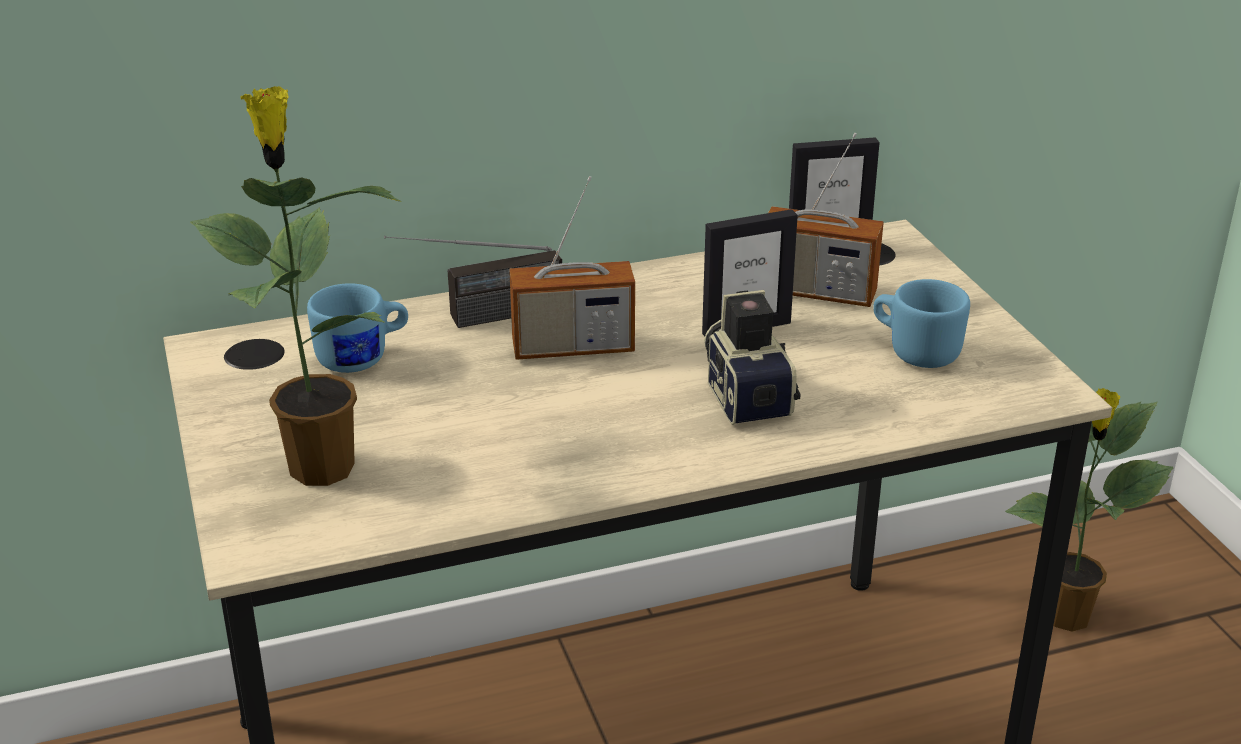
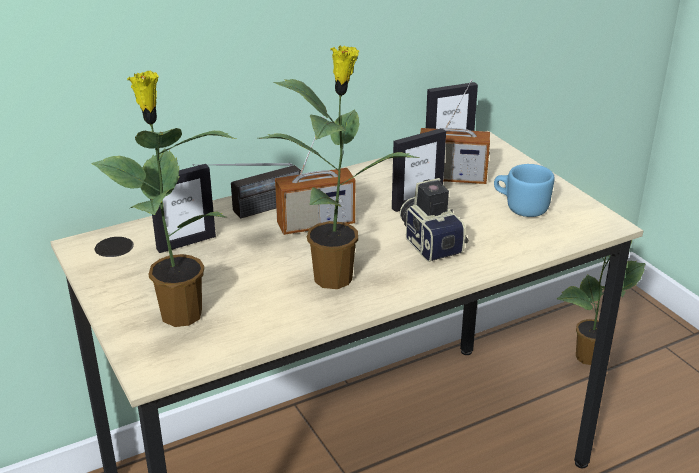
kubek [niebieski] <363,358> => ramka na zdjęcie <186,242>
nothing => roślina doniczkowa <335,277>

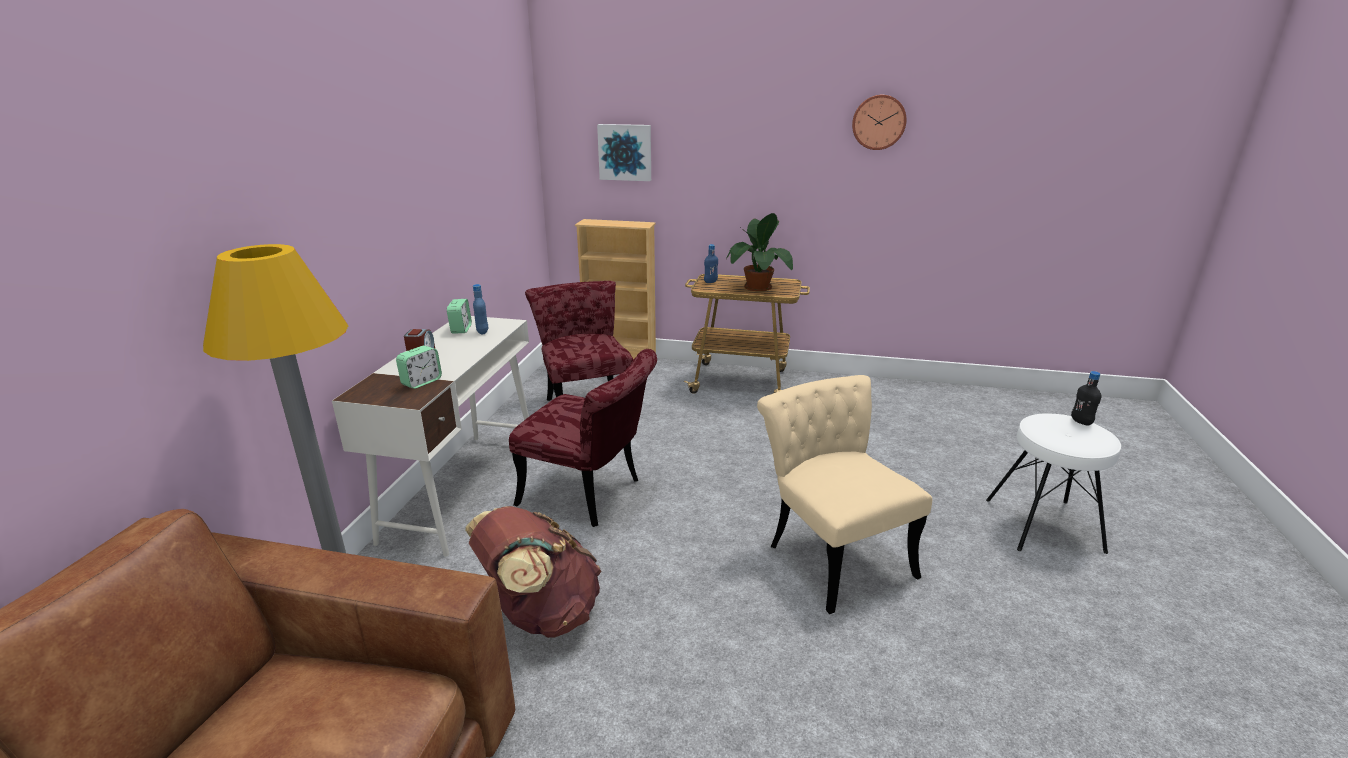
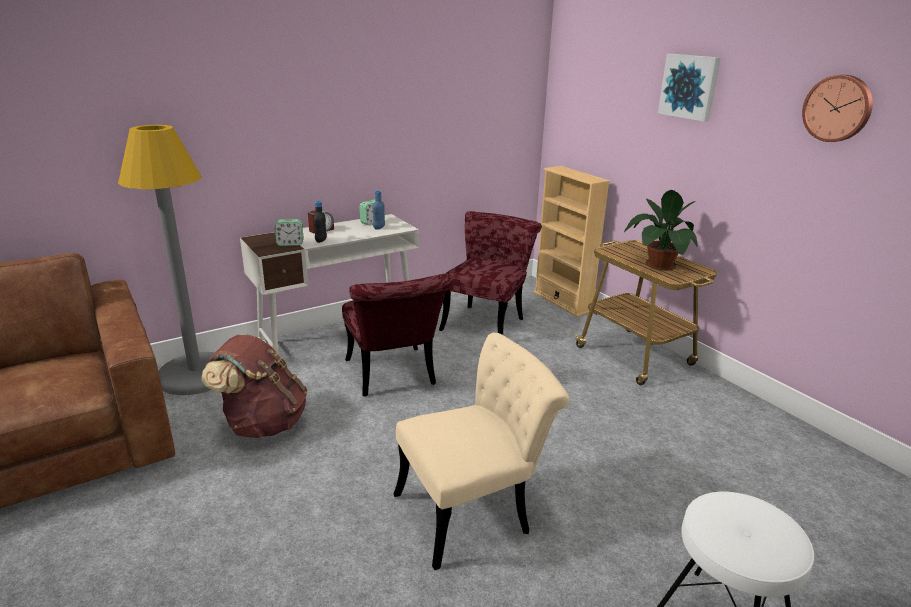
obraz <625,152> => obraz <690,86>, moved
butelka [niebieski] <710,282> => nothing
krzesło [beżowy] <831,553> => krzesło [beżowy] <474,510>, 45 degrees clockwise
butelka [czarny] <1081,422> => butelka [czarny] <321,240>, moved

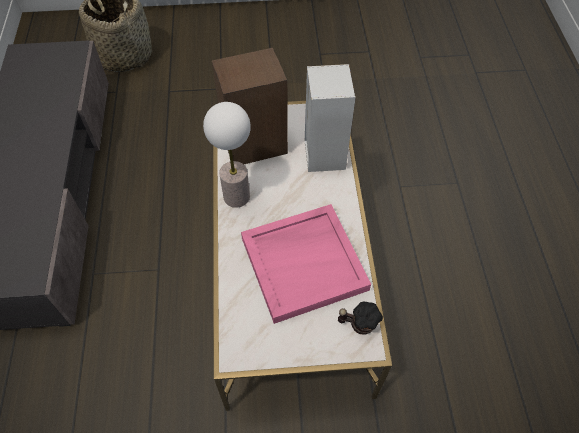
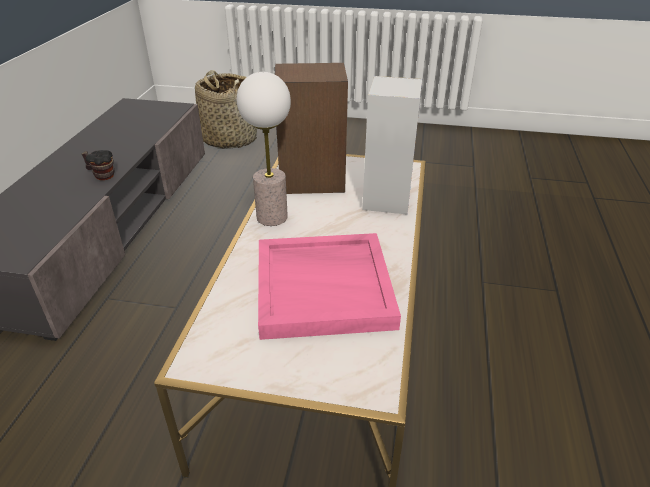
kubek <358,324> => kubek <102,175>, moved

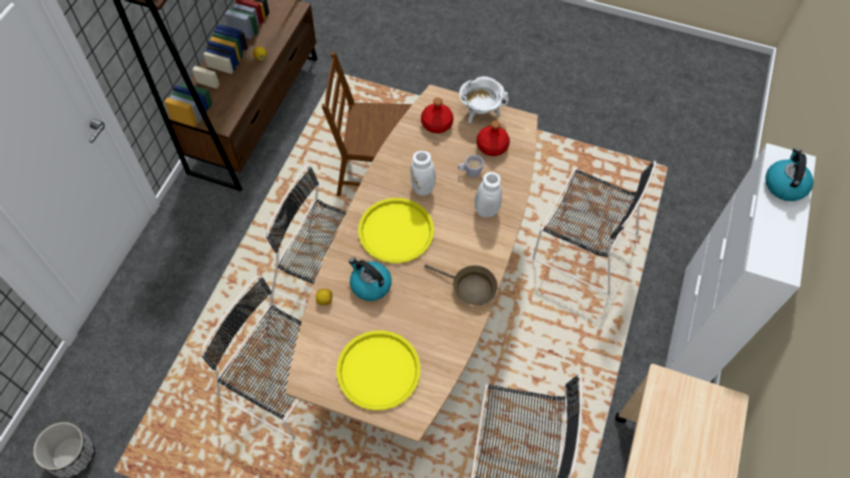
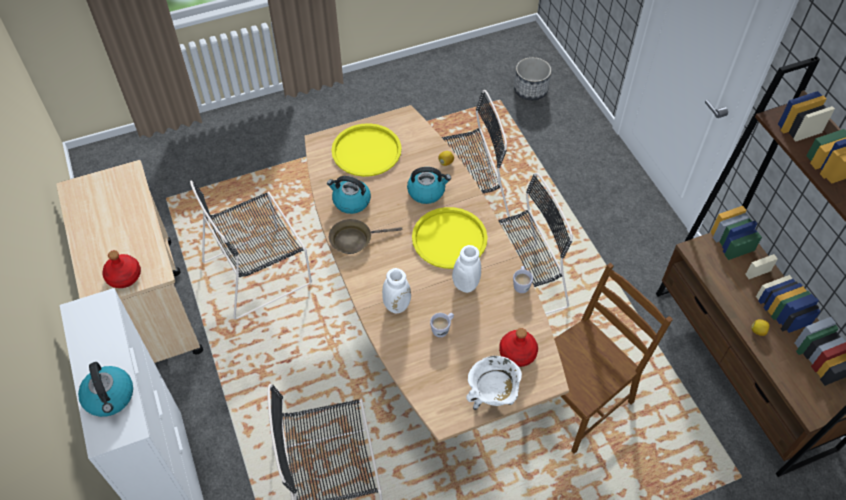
butelka [czerwony] <491,146> => butelka [czerwony] <124,276>, moved
nothing => czajnik <351,201>
nothing => kubek [biały] <521,284>

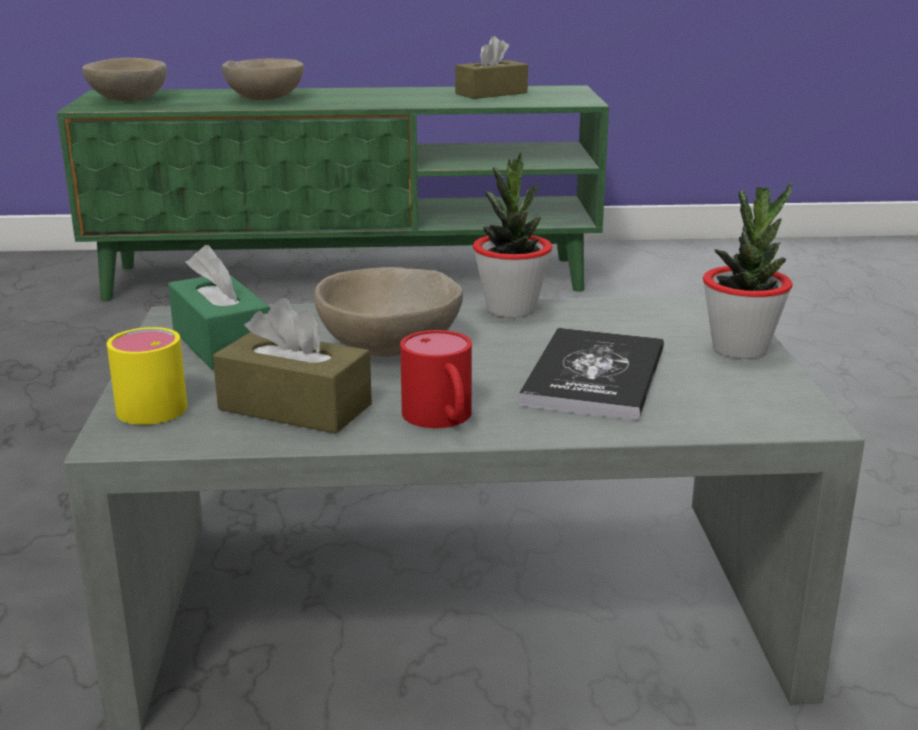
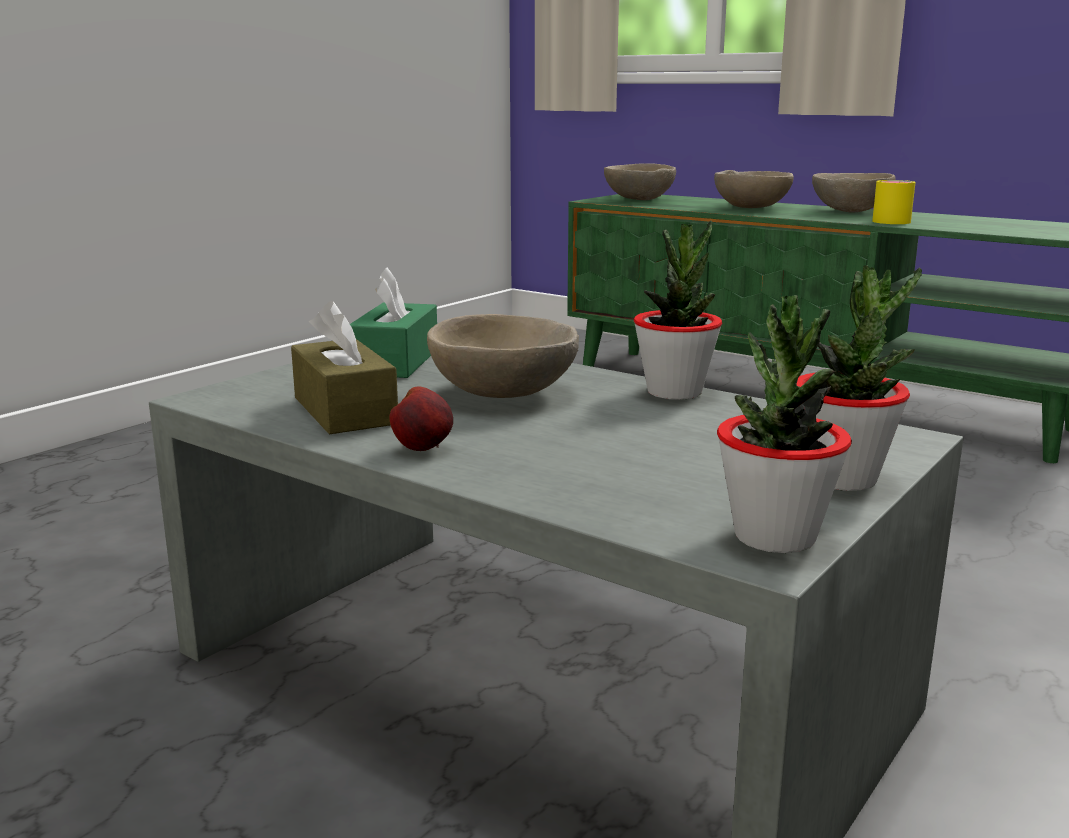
kubek [żółty] <144,403> => kubek [żółty] <888,220>, moved
kubek [czerwony] <442,419> => jabłko <423,448>
pudełko chusteczek [brązowy] <491,93> => nothing
książka <595,376> => nothing
nothing => roślina doniczkowa <775,537>
nothing => miska [beżowy] <849,211>

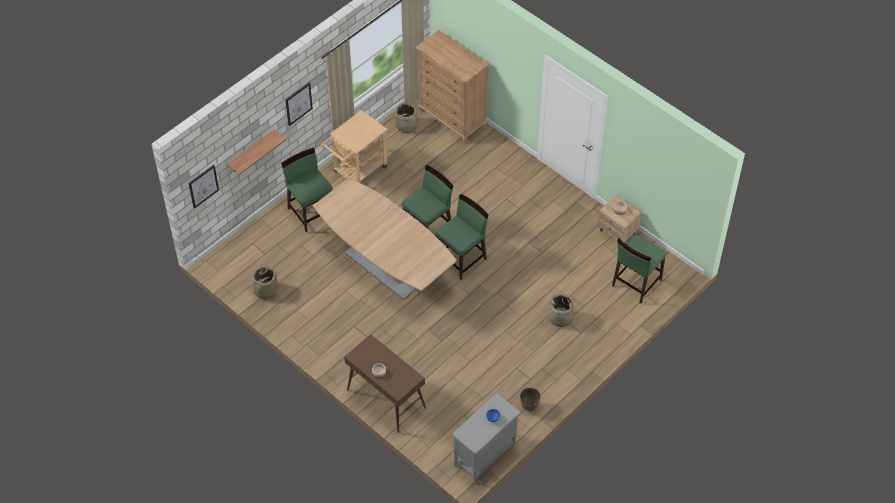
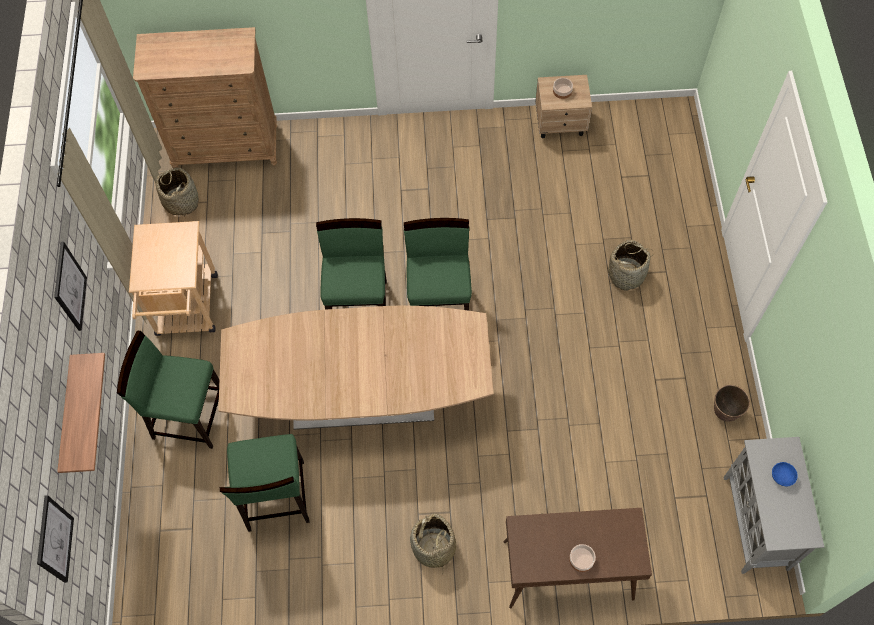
koszyk <265,290> => koszyk <433,548>, moved
krzesło [zielony] <636,283> => krzesło [zielony] <275,497>, moved

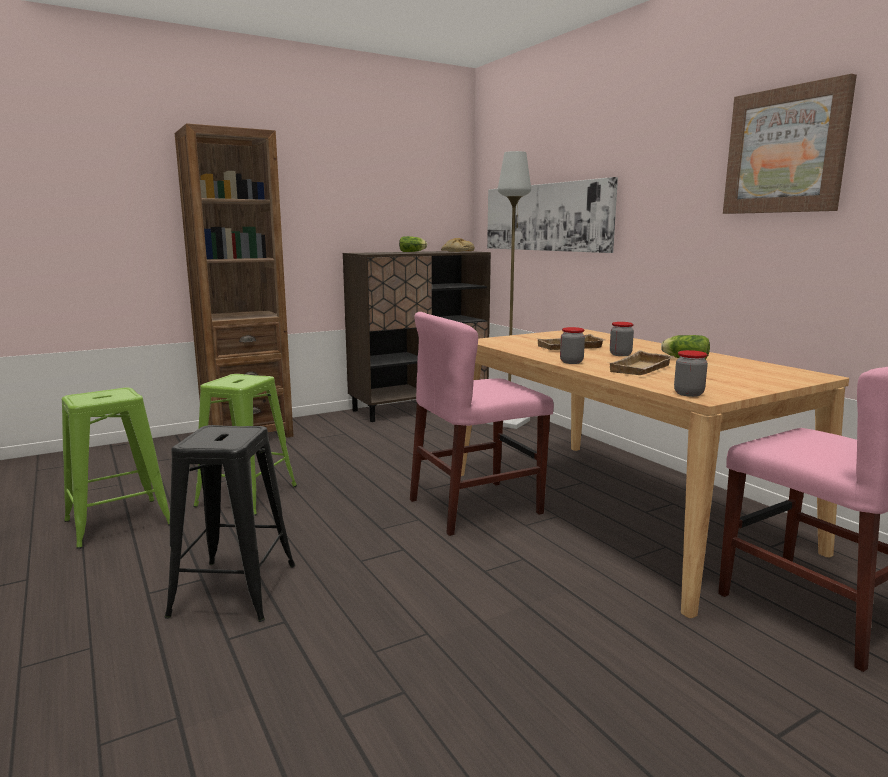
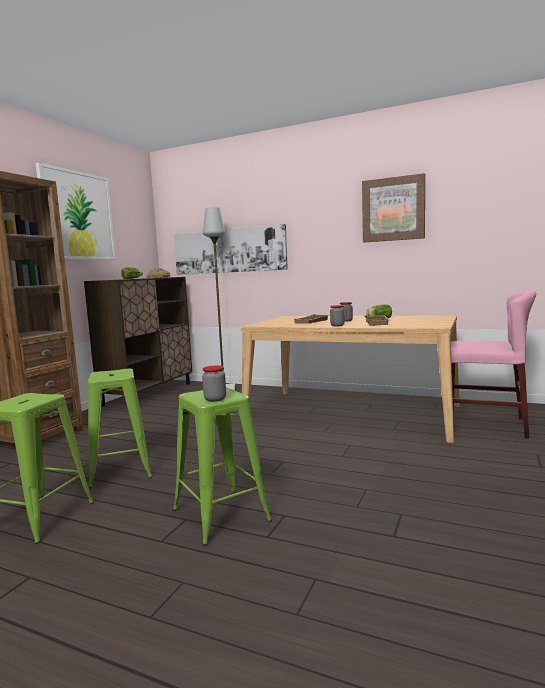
stołek [czarny] <234,590> => stołek [zielony] <221,515>
krzesło [różowy] <475,506> => nothing
słoik <688,394> => słoik <215,399>, moved
nothing => obraz <77,216>

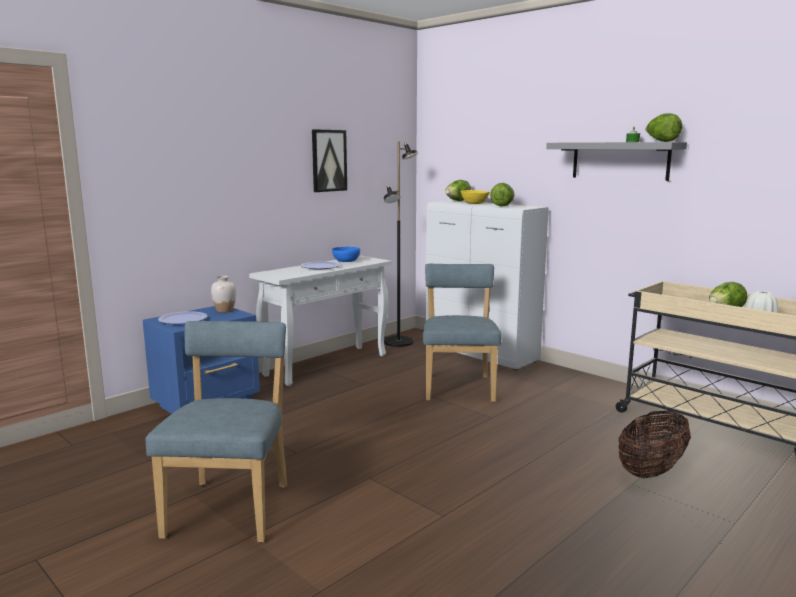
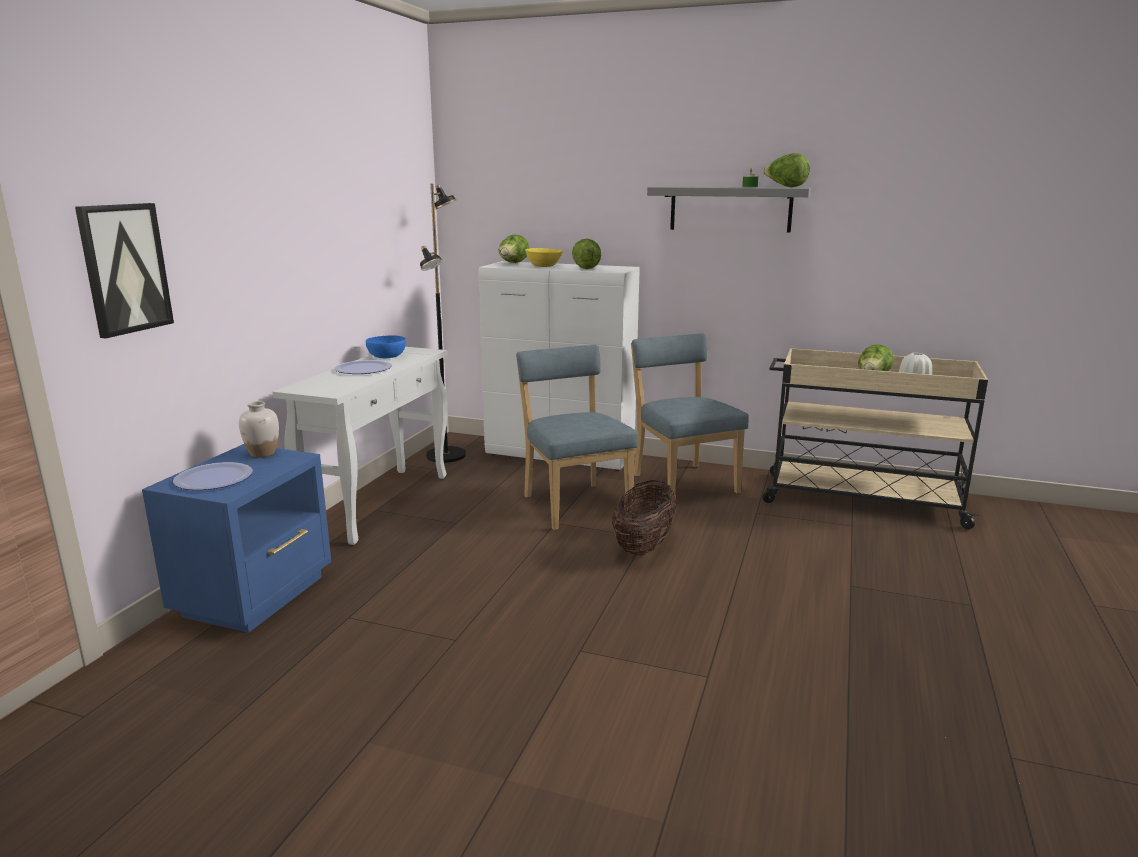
krzesło [niebieski] <231,507> => krzesło [niebieski] <682,482>, moved
obraz <328,160> => obraz <125,268>, moved
koszyk <651,471> => koszyk <644,545>, moved

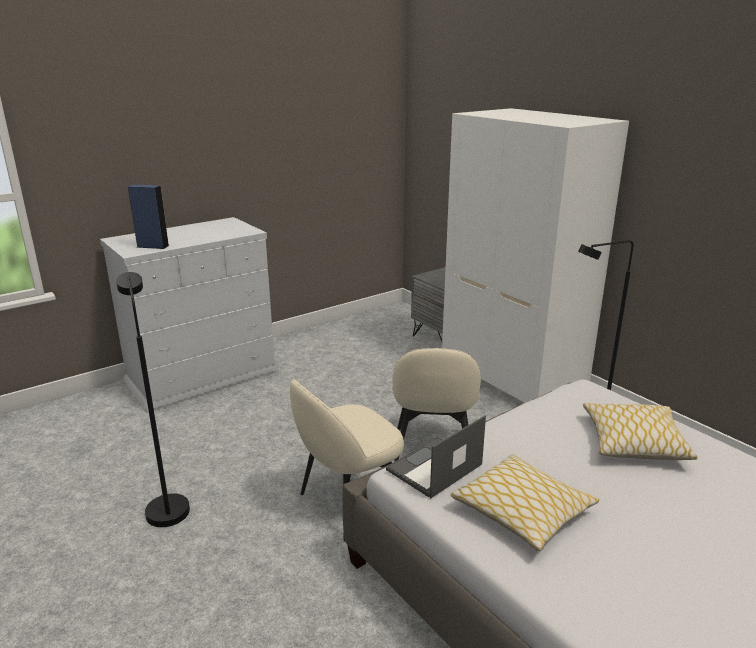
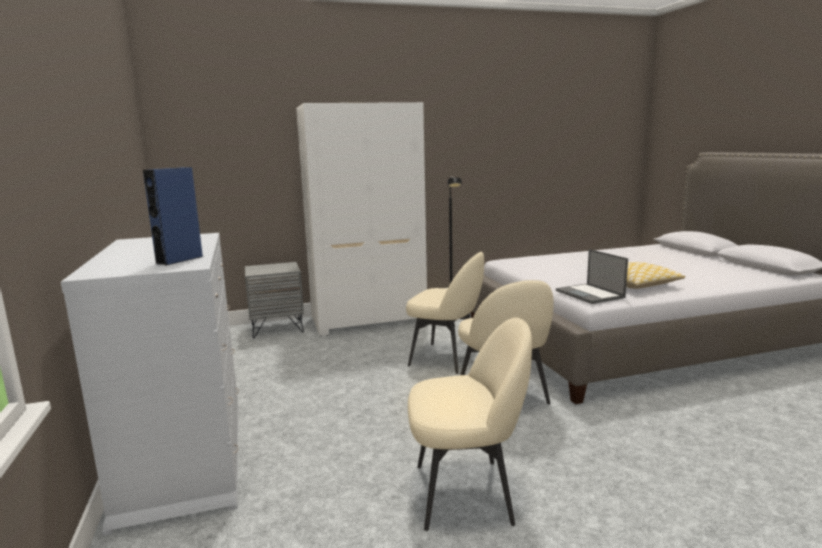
lampa stojąca [czarny] <166,505> => krzesło [beżowy] <466,493>
poduszka <633,442> => nothing

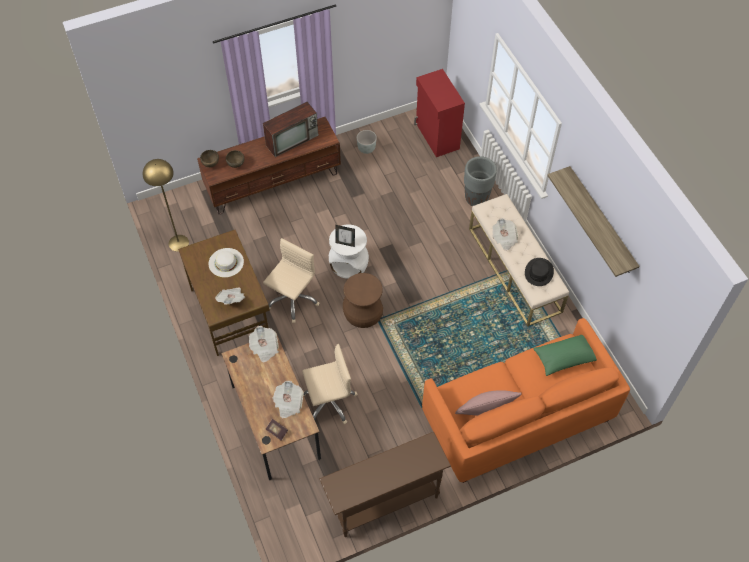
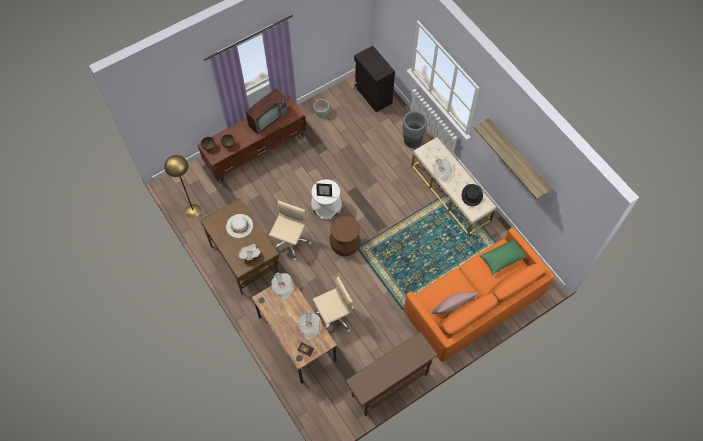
szafka [czerwony] <436,136> => szafka [czarny] <373,95>

